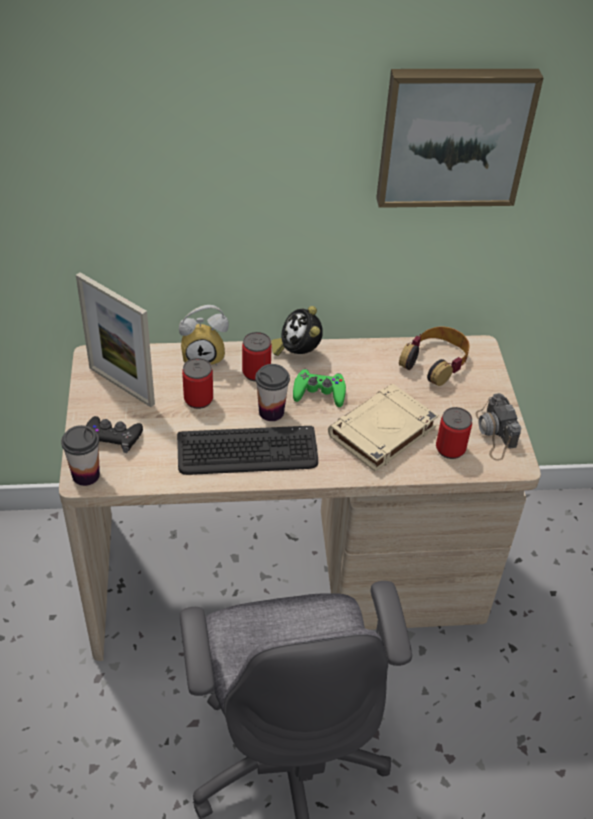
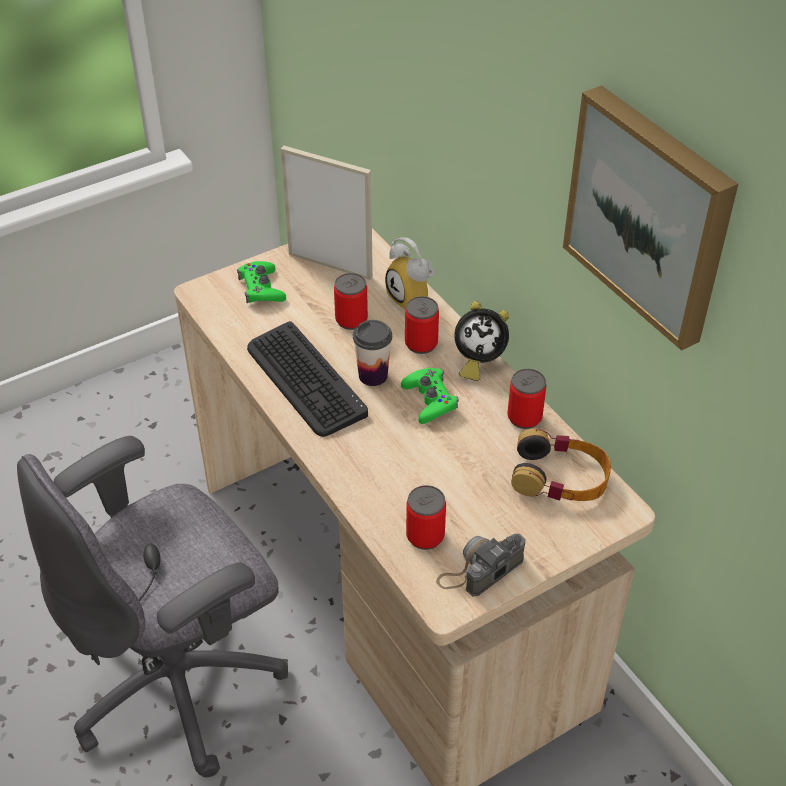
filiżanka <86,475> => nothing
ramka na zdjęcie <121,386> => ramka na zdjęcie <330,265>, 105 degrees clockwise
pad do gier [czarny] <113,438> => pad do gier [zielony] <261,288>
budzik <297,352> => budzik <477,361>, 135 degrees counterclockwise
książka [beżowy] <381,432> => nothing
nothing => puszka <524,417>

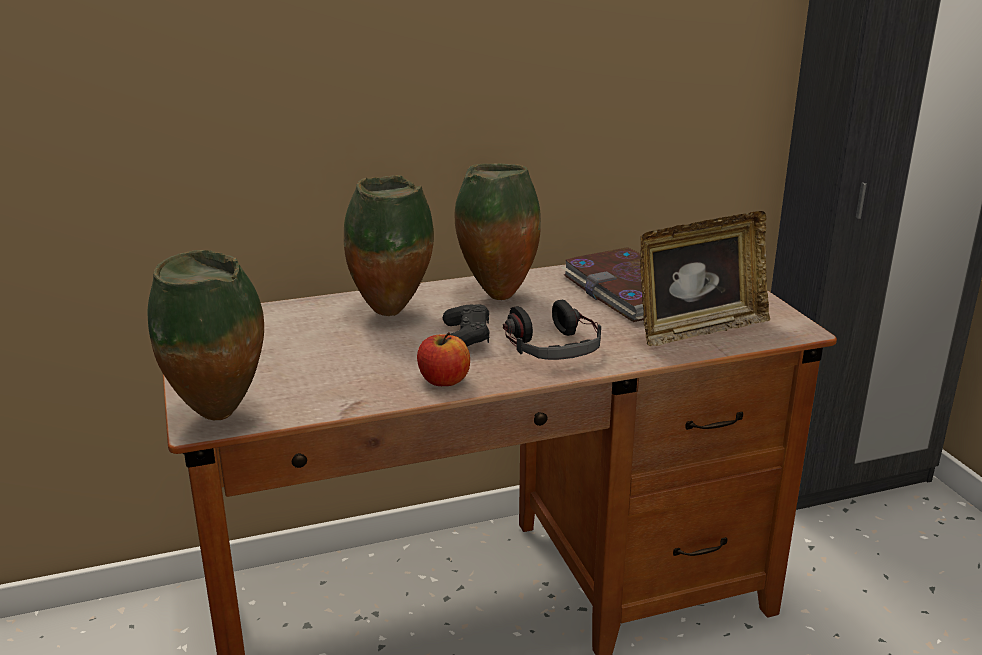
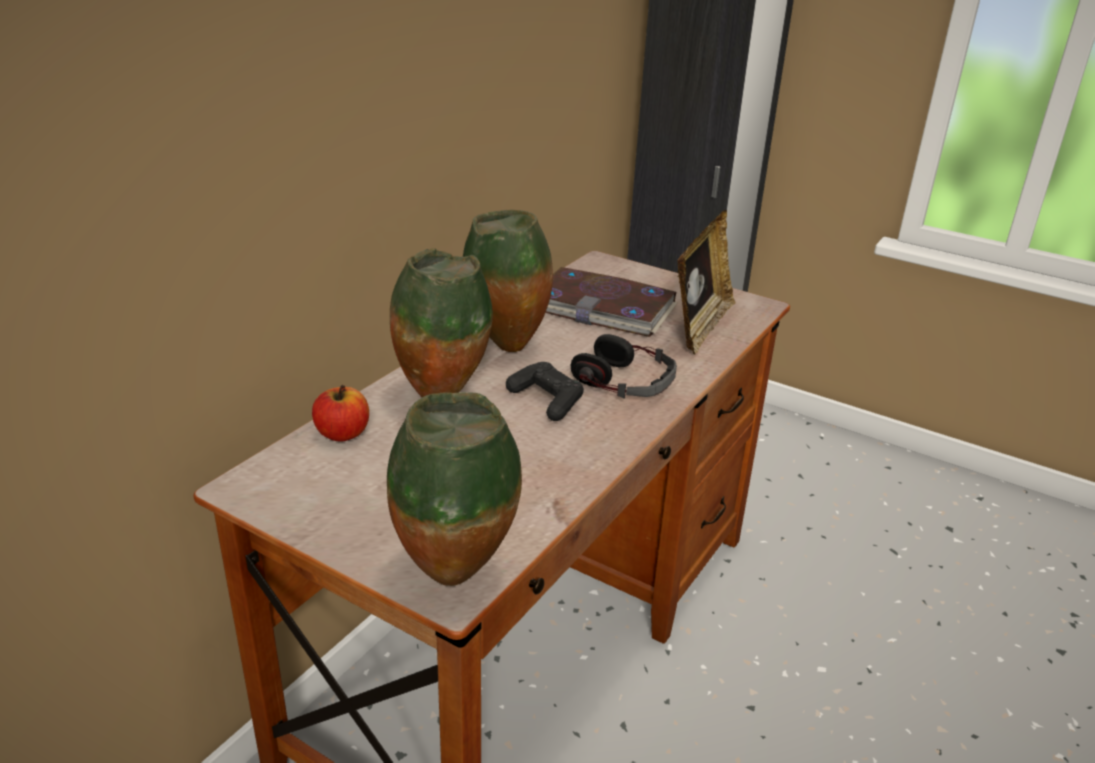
jabłko <443,380> => jabłko <342,433>, moved

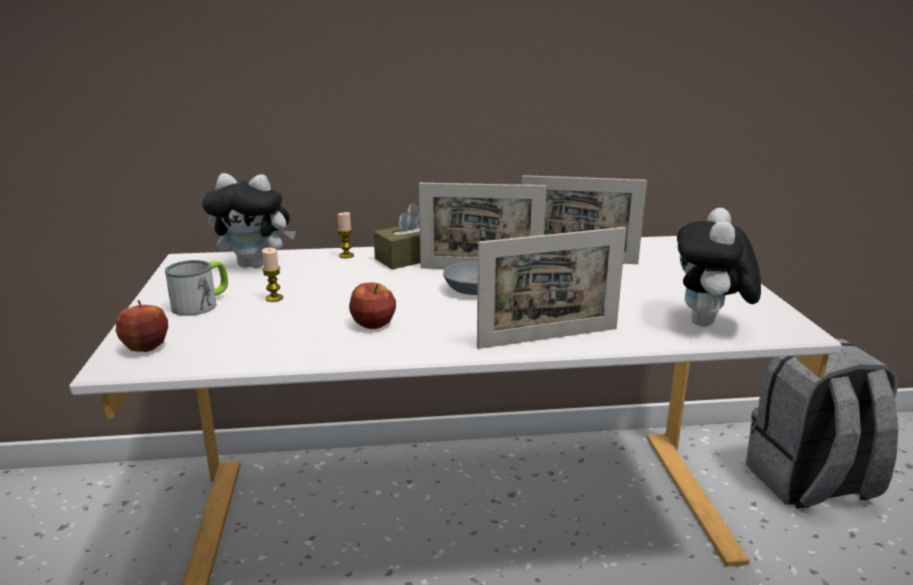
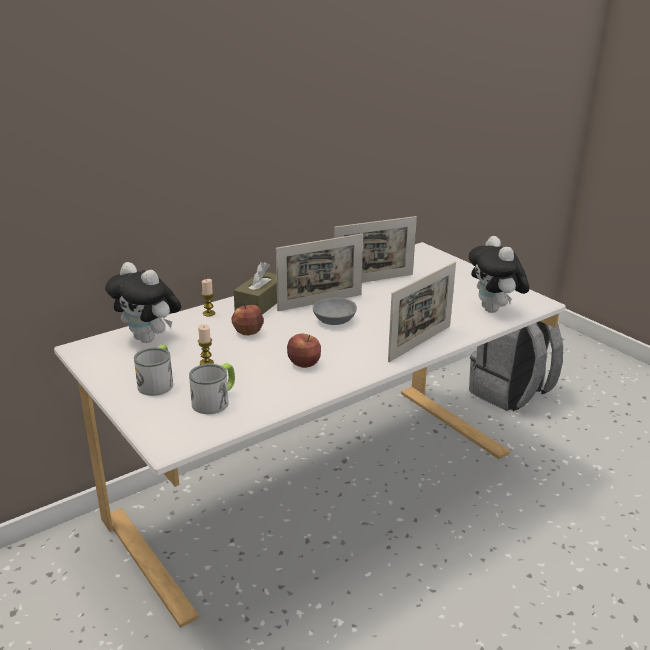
jabłko <145,348> => jabłko <248,332>, moved
pluszak <255,265> => pluszak <149,339>, 60 degrees clockwise
nothing => kubek <215,400>

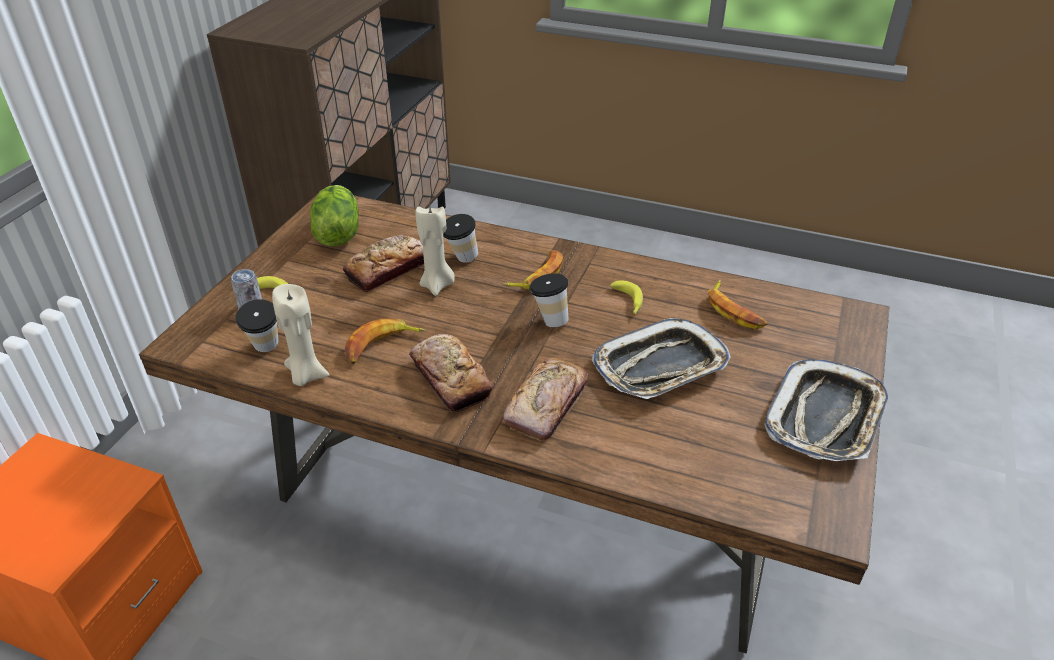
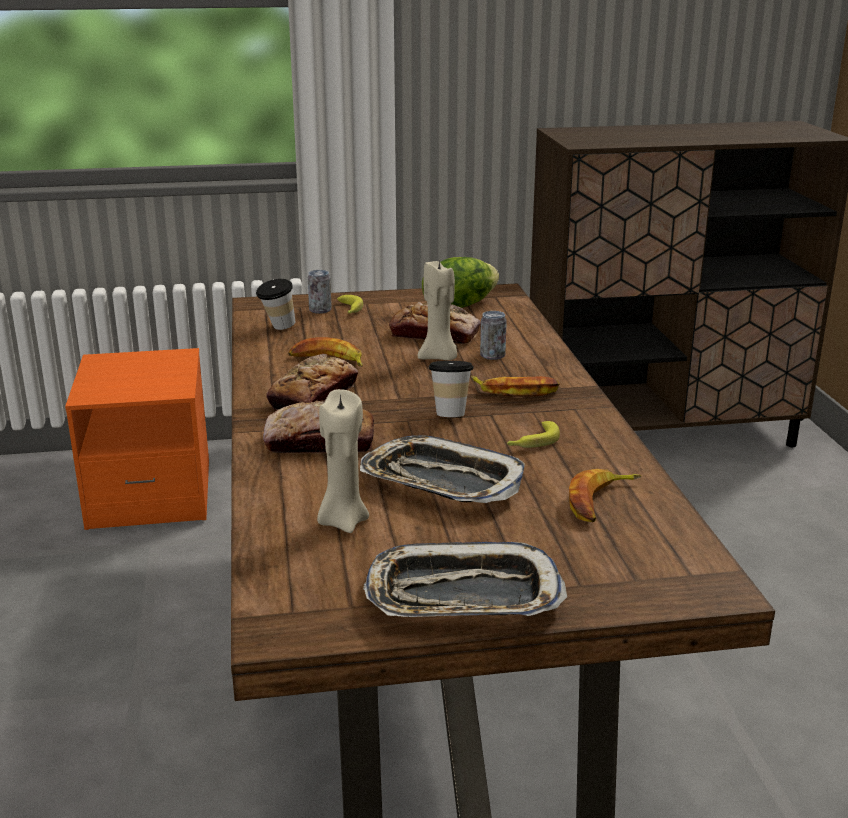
świeca [beżowy] <306,375> => świeca [beżowy] <342,521>, moved
filiżanka <461,259> => puszka <492,355>

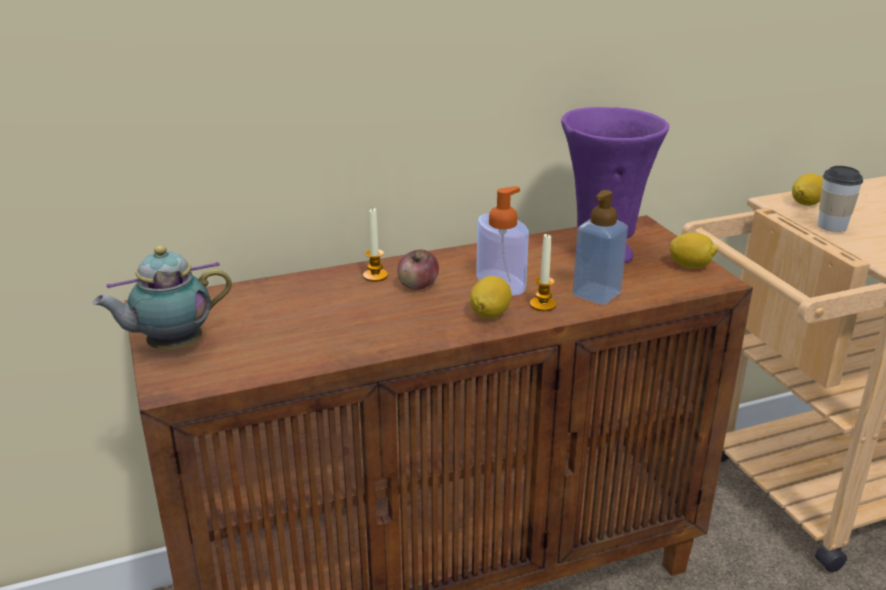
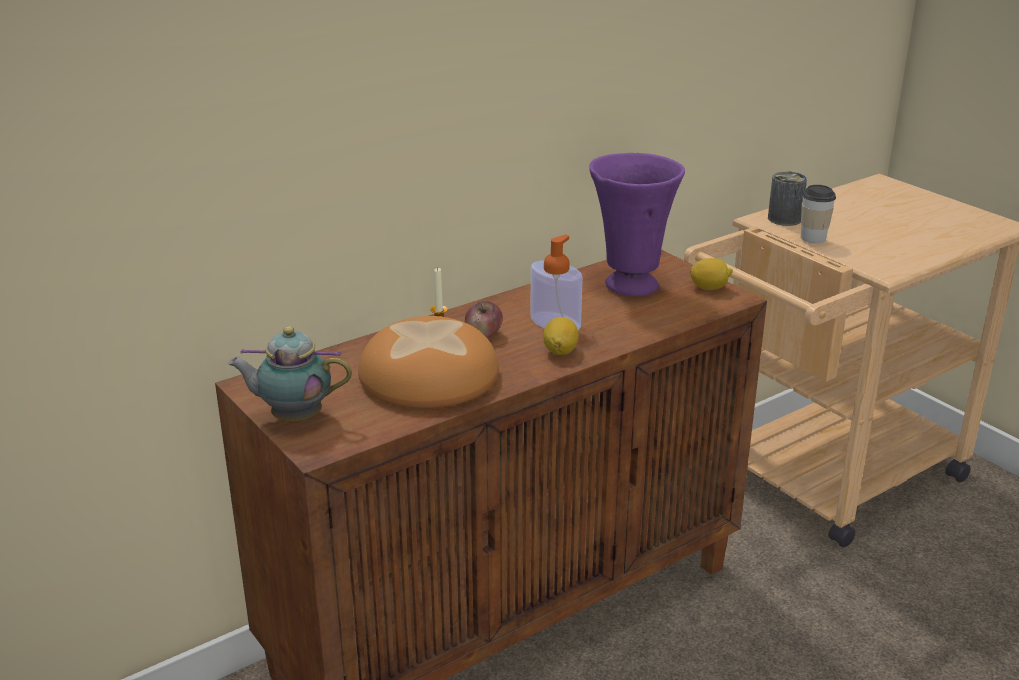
imbryk <171,347> => imbryk <293,417>, 45 degrees clockwise
świeca <543,305> => nothing
dozownik mydła <596,294> => nothing
cytryna <806,203> => puszka <784,219>
nothing => chleb <430,375>

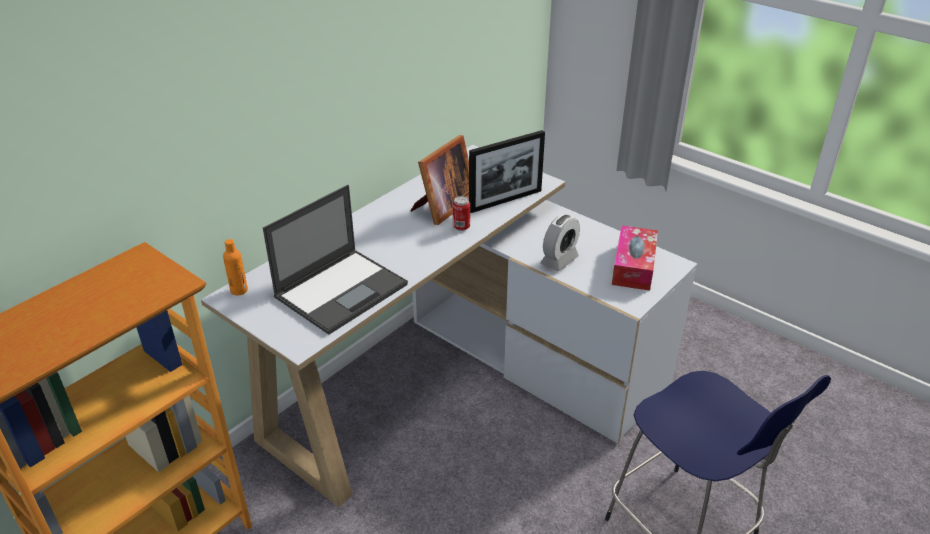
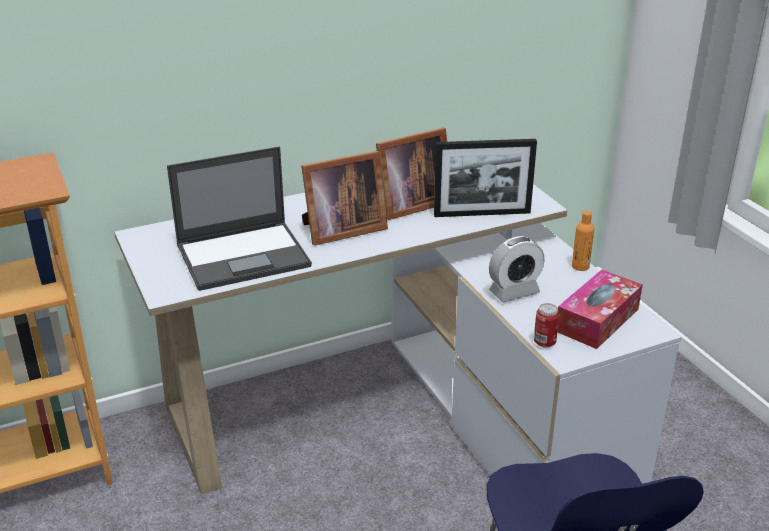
butelka [pomarańczowy] <239,290> => butelka [pomarańczowy] <580,266>, moved
puszka <461,227> => puszka <544,342>, moved
nothing => ramka na zdjęcie <340,230>

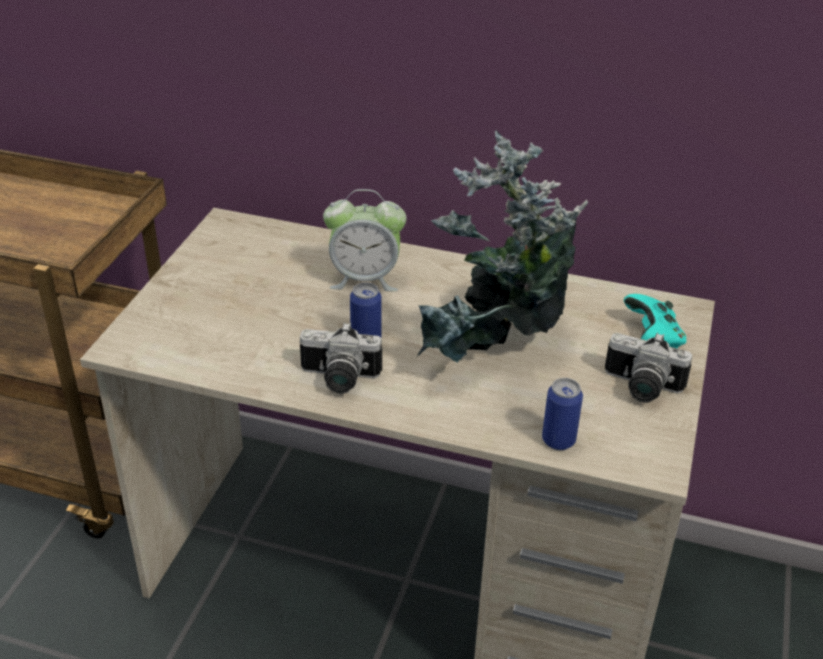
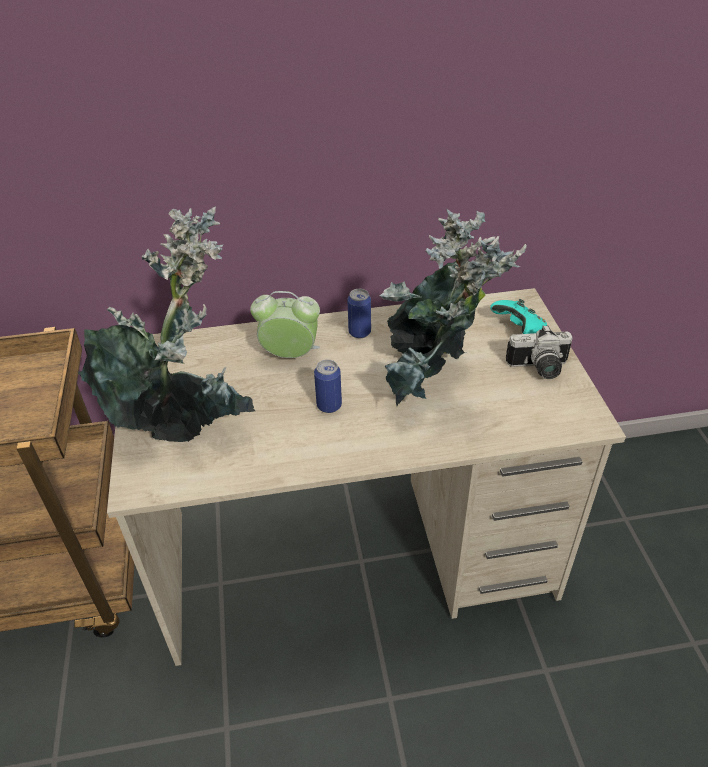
aparat fotograficzny <338,380> => nothing
budzik <365,278> => budzik <290,355>, 150 degrees counterclockwise
puszka <558,440> => puszka <359,332>, moved
nothing => roślina doniczkowa <183,422>

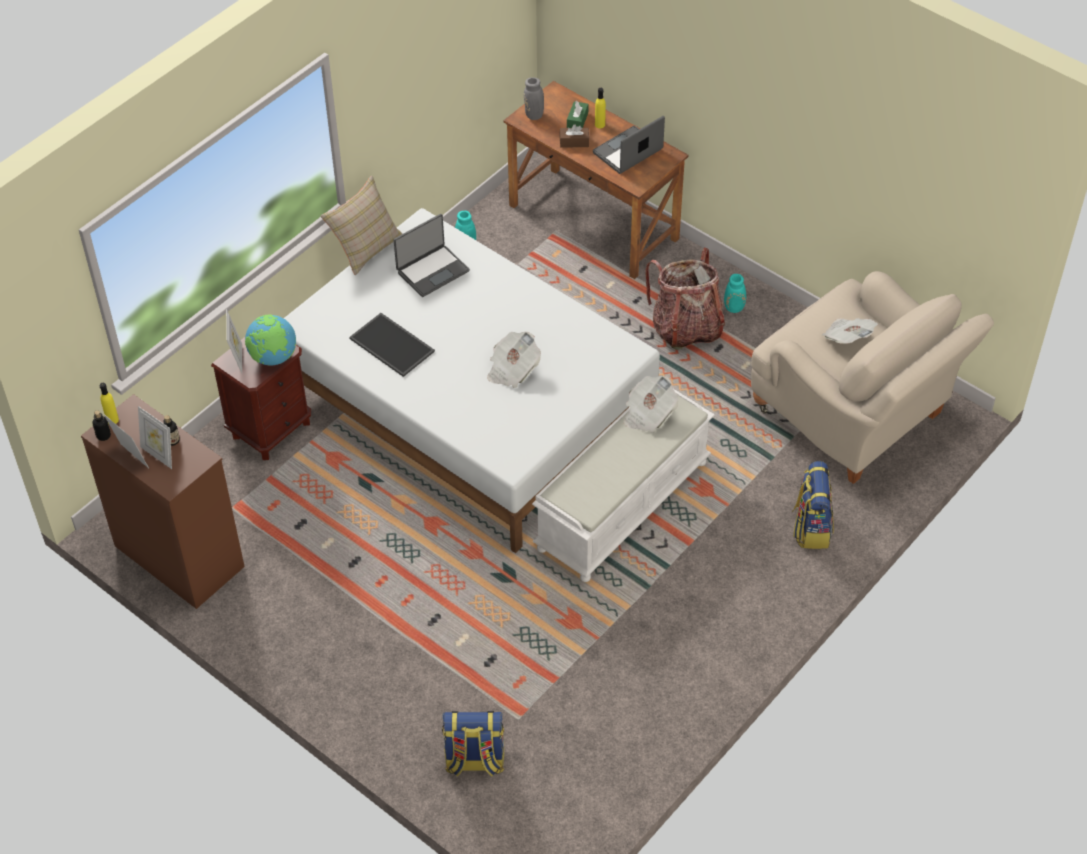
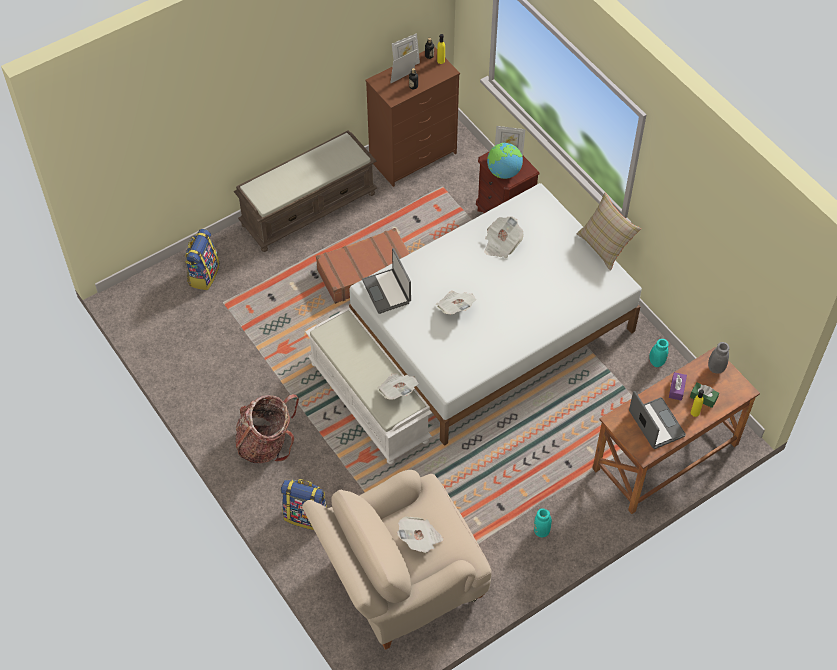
taca <393,344> => gazeta <501,244>
laptop <432,271> => laptop <387,291>, moved
pudełko chusteczek [brązowy] <574,142> => pudełko chusteczek [fioletowy] <677,389>
plecak <686,328> => plecak <267,443>, moved
nothing => ławka [brązowy] <309,208>
nothing => walizka [brązowy] <365,272>

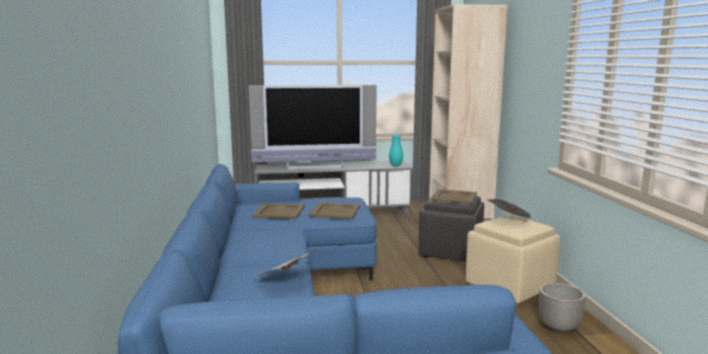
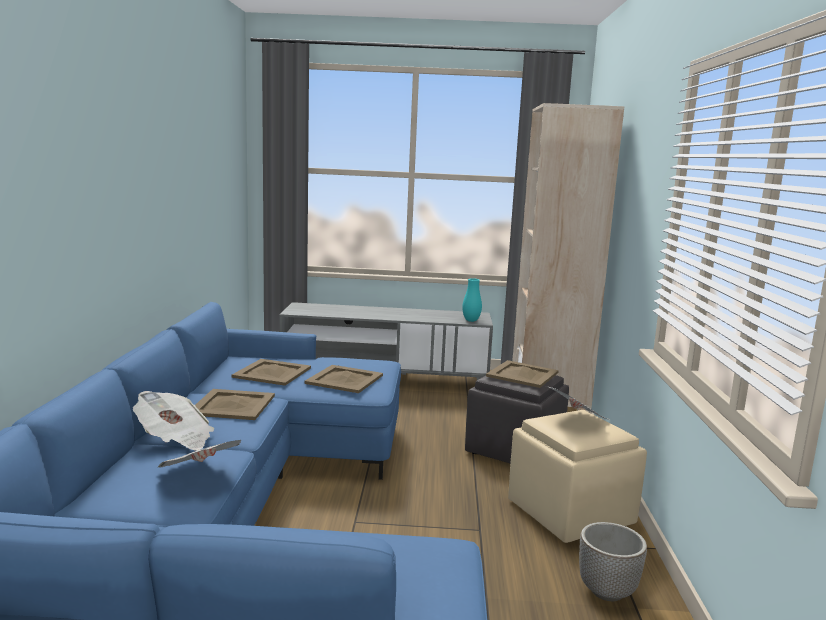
telewizor <315,166> => nothing
nothing => gazeta <175,439>
nothing => taca [beżowy] <233,405>

